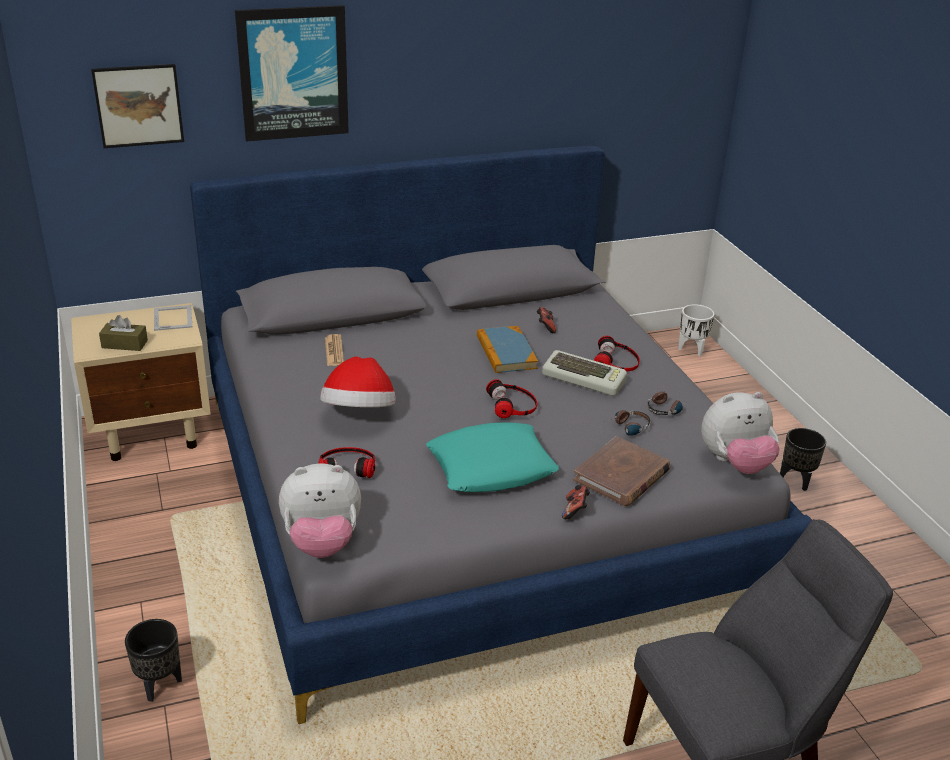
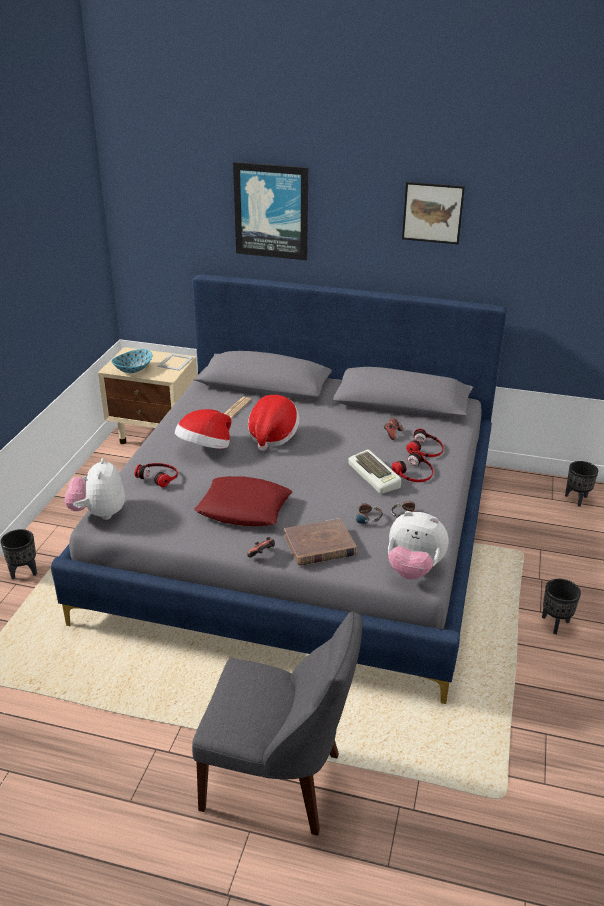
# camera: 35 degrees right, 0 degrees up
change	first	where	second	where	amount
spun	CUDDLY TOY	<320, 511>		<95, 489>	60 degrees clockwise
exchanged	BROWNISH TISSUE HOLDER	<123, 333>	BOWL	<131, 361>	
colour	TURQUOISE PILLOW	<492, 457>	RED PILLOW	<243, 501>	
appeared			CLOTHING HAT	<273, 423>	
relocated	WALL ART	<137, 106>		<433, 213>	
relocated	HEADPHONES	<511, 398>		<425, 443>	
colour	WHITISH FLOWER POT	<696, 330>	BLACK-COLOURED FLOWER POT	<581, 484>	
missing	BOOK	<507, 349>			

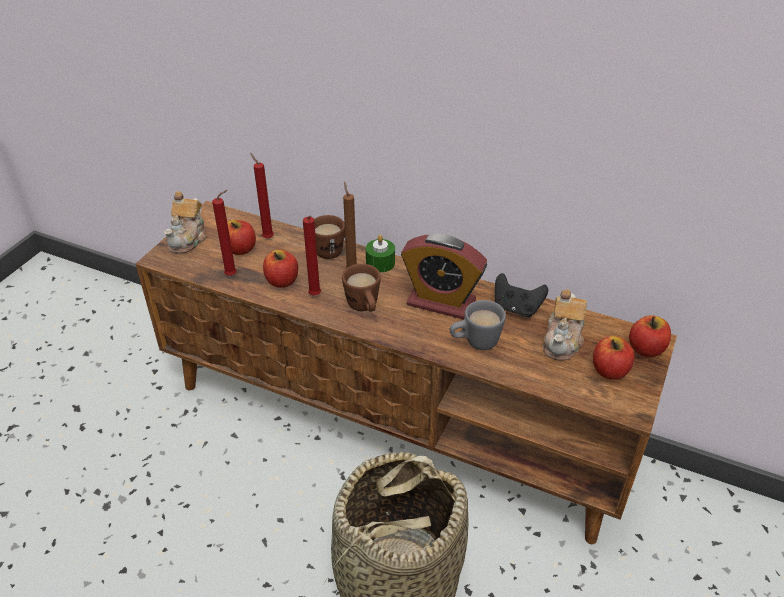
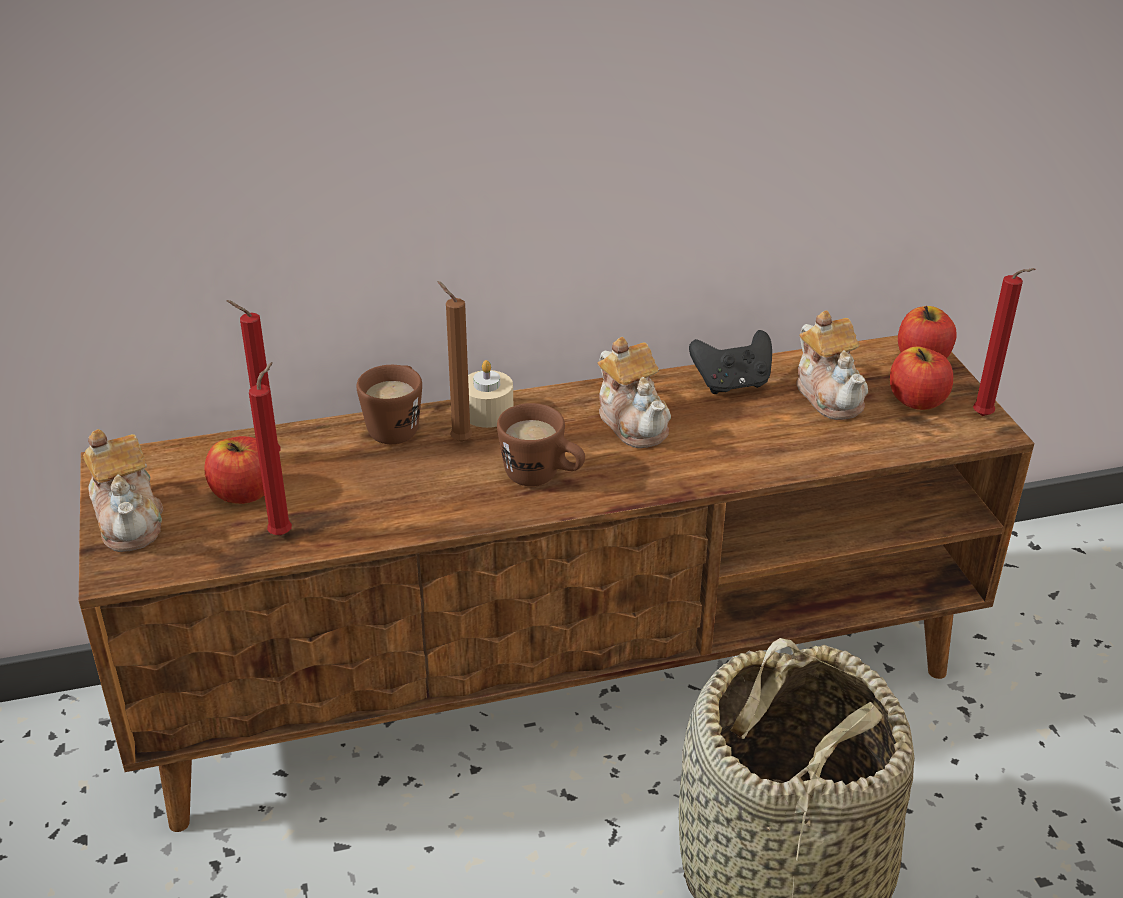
# camera: 40 degrees left, 5 degrees down
change	first	where	second	where	amount
colour	GREEN CANDLE	<380, 254>	BEIGE-COLOURED CANDLE	<490, 394>	
exchanged	TABLE CLOCK	<444, 276>	TEAPOT	<634, 392>	
relocated	RED CANDLE	<312, 255>		<1004, 342>	
missing	WHOLE APPLE	<280, 269>			
missing	GREYISH TEA MUG	<478, 325>			

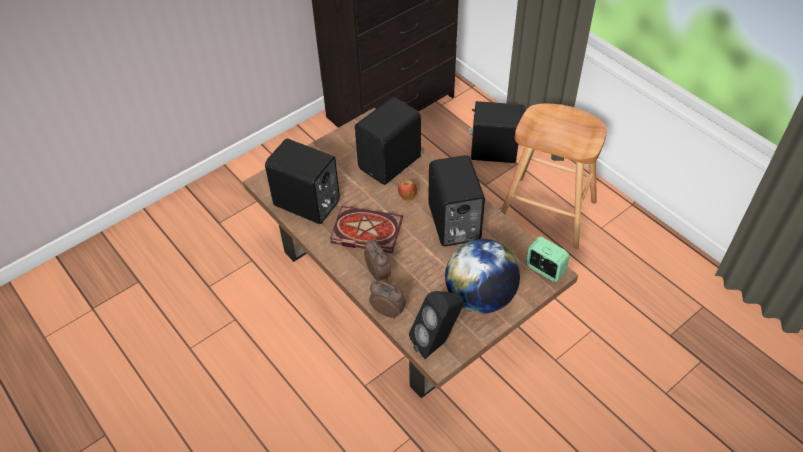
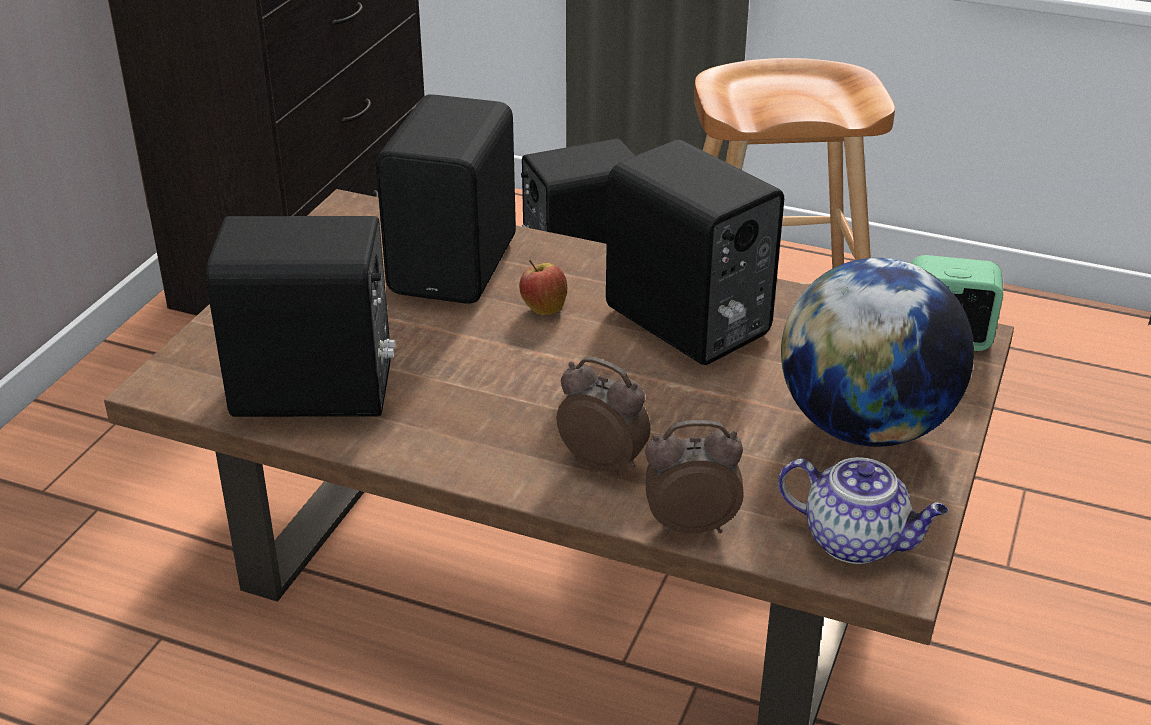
# camera: 30 degrees left, 15 degrees down
change	first	where	second	where	amount
exchanged	BLACK-COLOURED LOUDSPEAKER	<436, 325>	TEAPOT	<863, 510>	
missing	BOOK	<366, 229>			

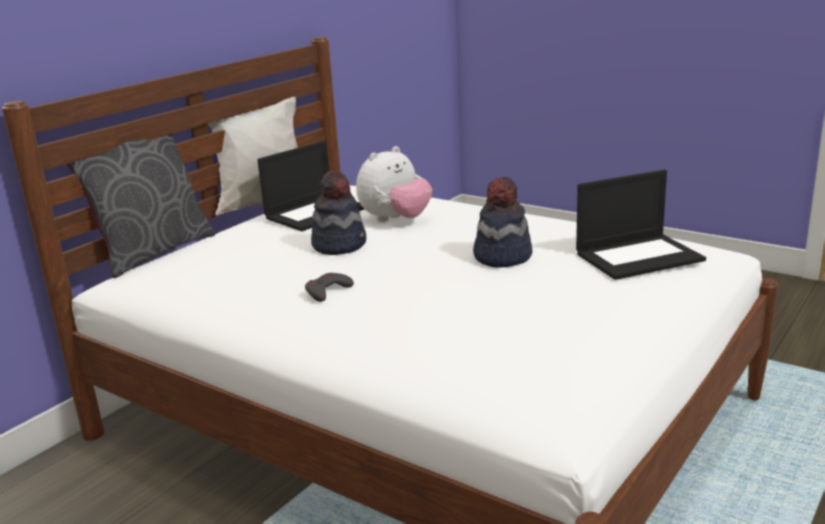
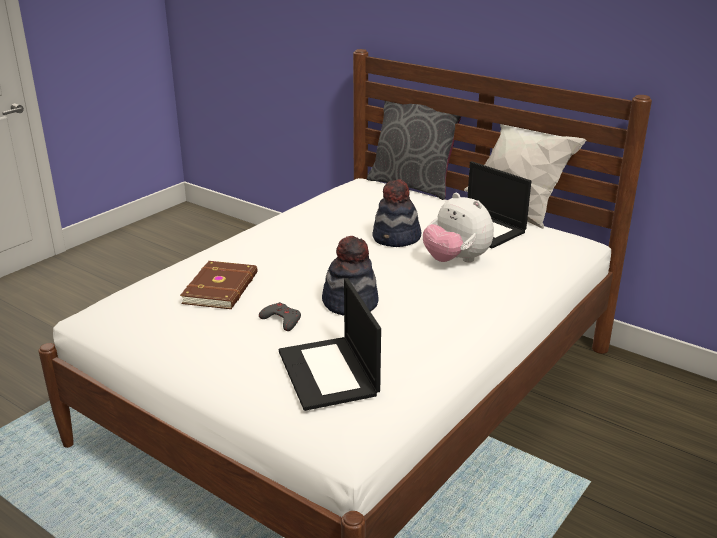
# camera: 90 degrees right, 5 degrees up
change	first	where	second	where	amount
appeared			BROWNISH BOOK	<219, 285>	
relocated	GREYISH GAMEPAD	<329, 287>		<280, 316>	

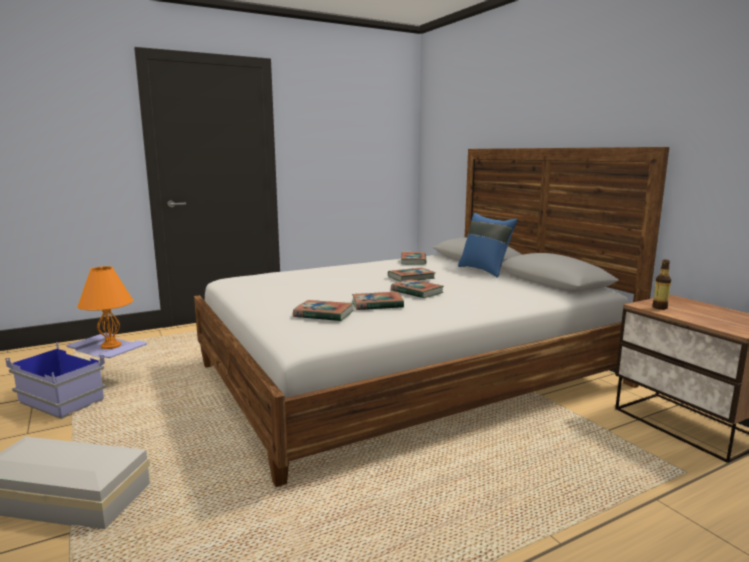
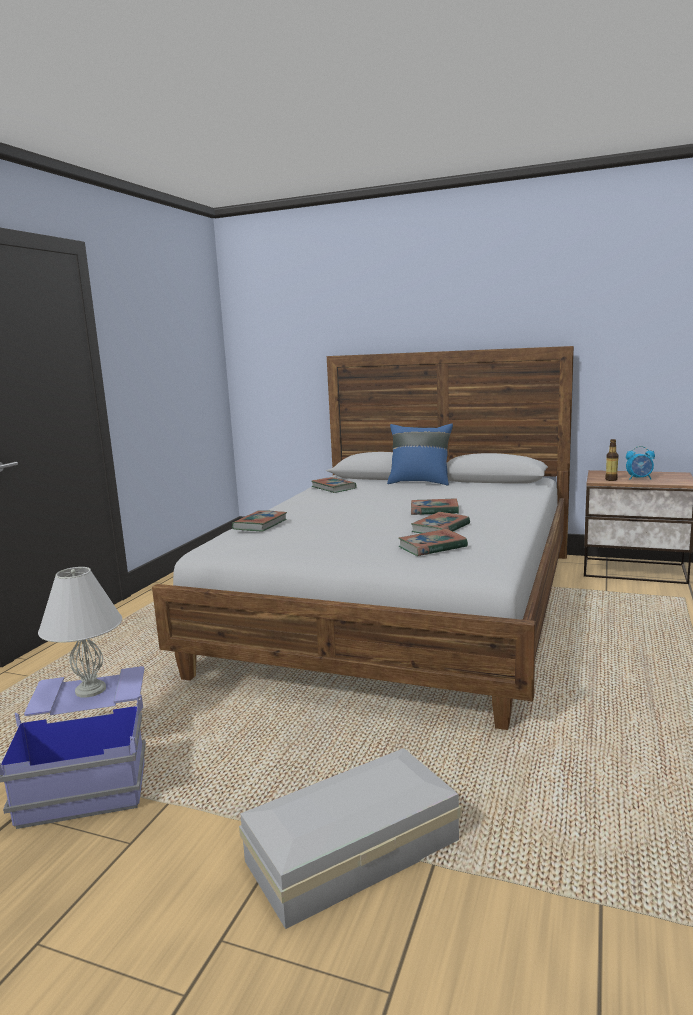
# camera: 40 degrees left, 0 degrees up
change	first	where	second	where	amount
colour	ORANGEY TABLE LAMP	<105, 307>	WHITISH TABLE LAMP	<80, 632>	
relocated	BOOK	<411, 275>		<259, 520>	
appeared			TABLE CLOCK	<640, 463>	

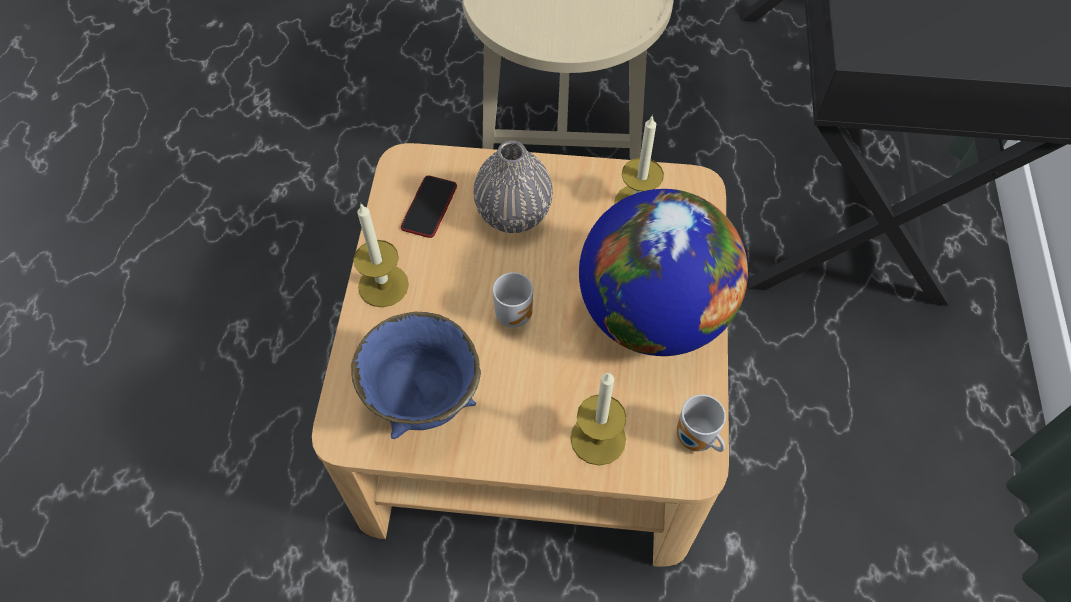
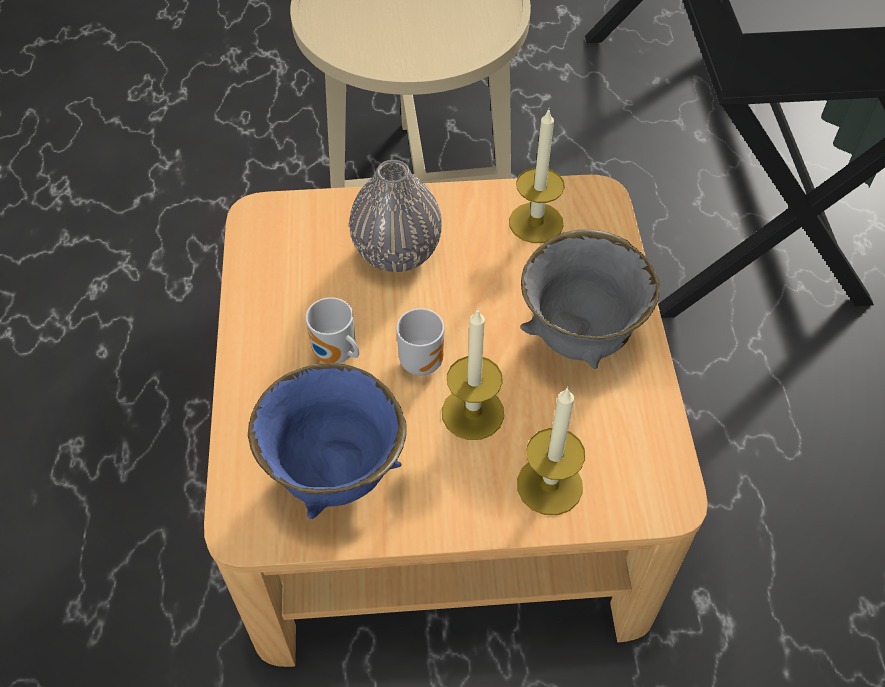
# camera: 10 degrees left, 5 degrees down
change	first	where	second	where	amount
relocated	TEA MUG	<701, 423>		<332, 330>	
relocated	CANDLE	<381, 255>		<473, 374>	
exchanged	DESK GLOBE	<663, 272>	GREYISH BOWL	<590, 299>	
missing	HANDSET	<429, 207>			

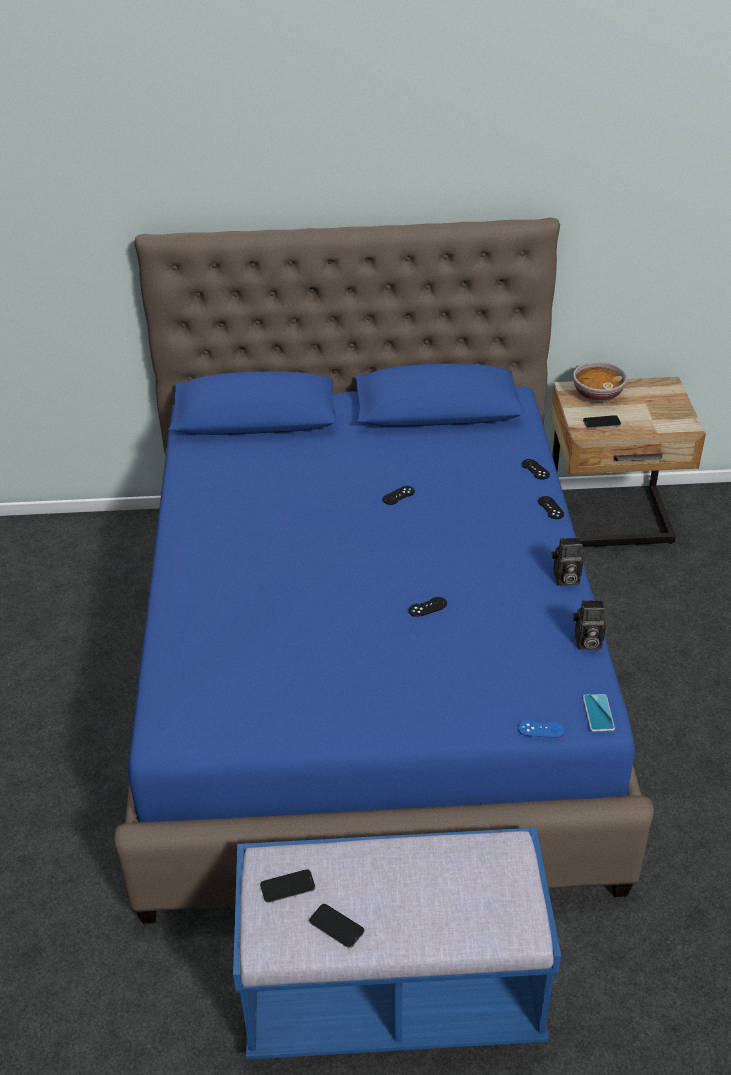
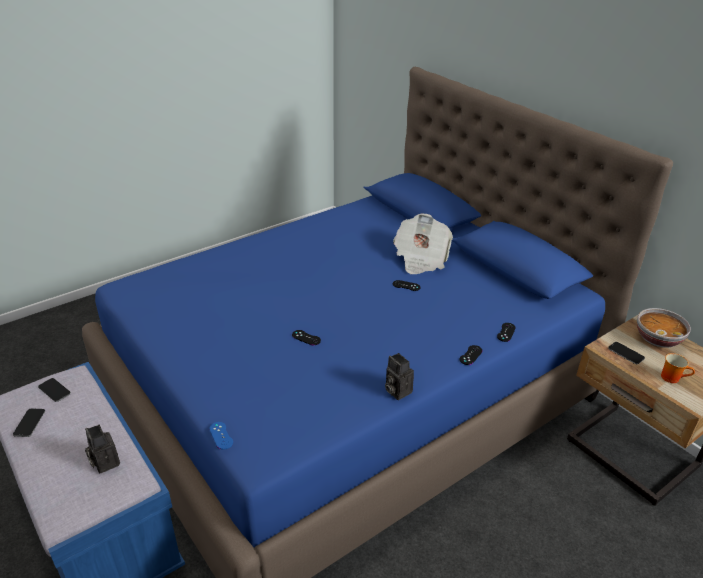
# camera: 55 degrees right, 5 degrees down
change	first	where	second	where	amount
relocated	PHOTO CAMERA	<589, 625>		<102, 449>	
appeared			NEWSPAPER	<423, 243>	
appeared			TEA MUG	<678, 368>	
missing	HANDSET	<599, 713>			

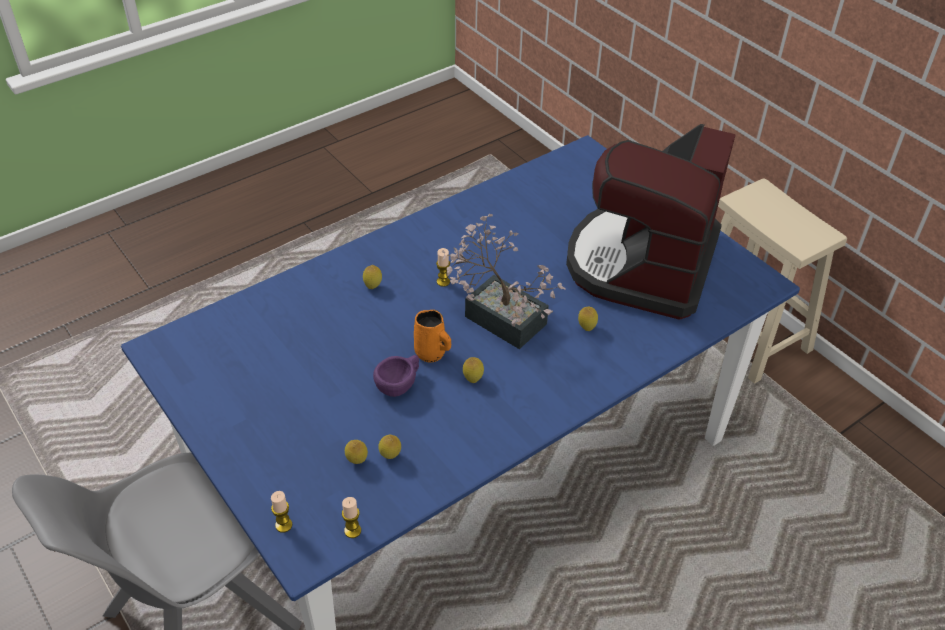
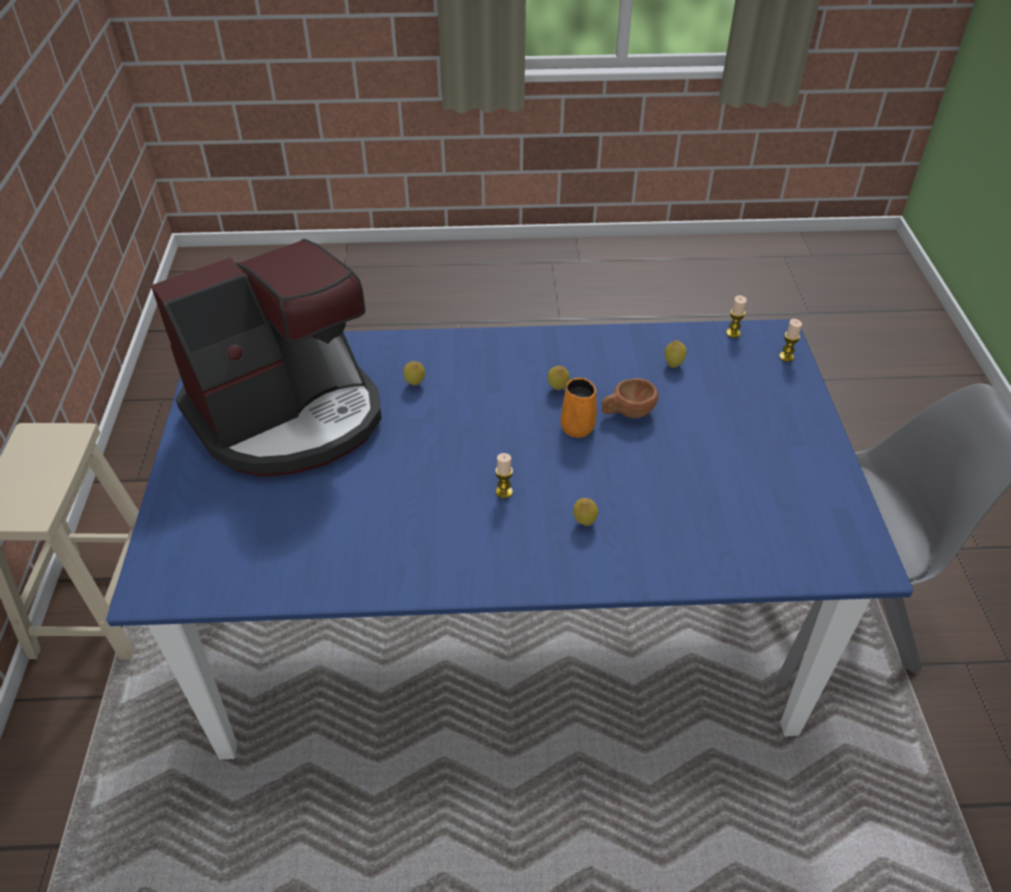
# camera: 145 degrees left, 0 degrees up
change	first	where	second	where	amount
colour	PURPLISH CUP	<396, 376>	BROWNISH CUP	<629, 398>	
missing	LEMON	<356, 452>			
missing	PLANT IN A POT	<504, 281>			

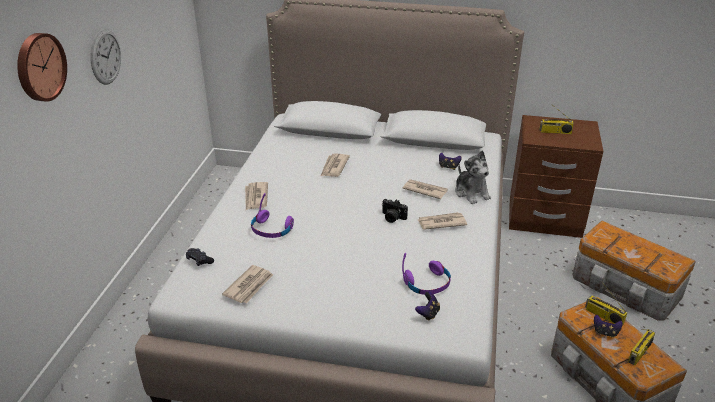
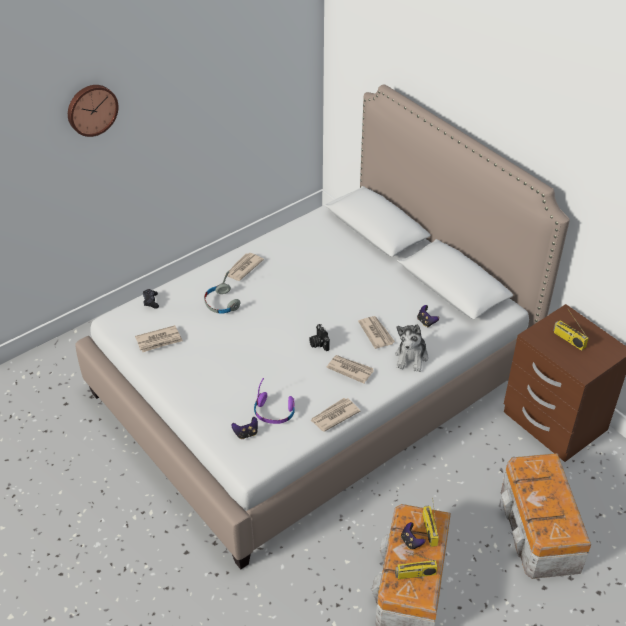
# camera: 40 degrees right, 10 degrees up
change	first	where	second	where	amount
colour	PURPLISH HEADPHONES	<272, 215>	GREYISH HEADPHONES	<222, 292>	
relocated	NEWSPAPER	<335, 165>		<335, 415>	
missing	CLOCK ON THE WALL	<105, 57>			

